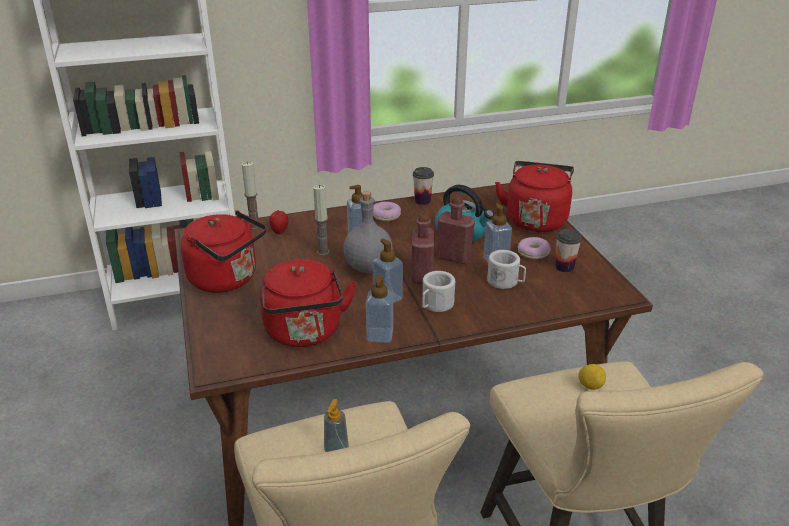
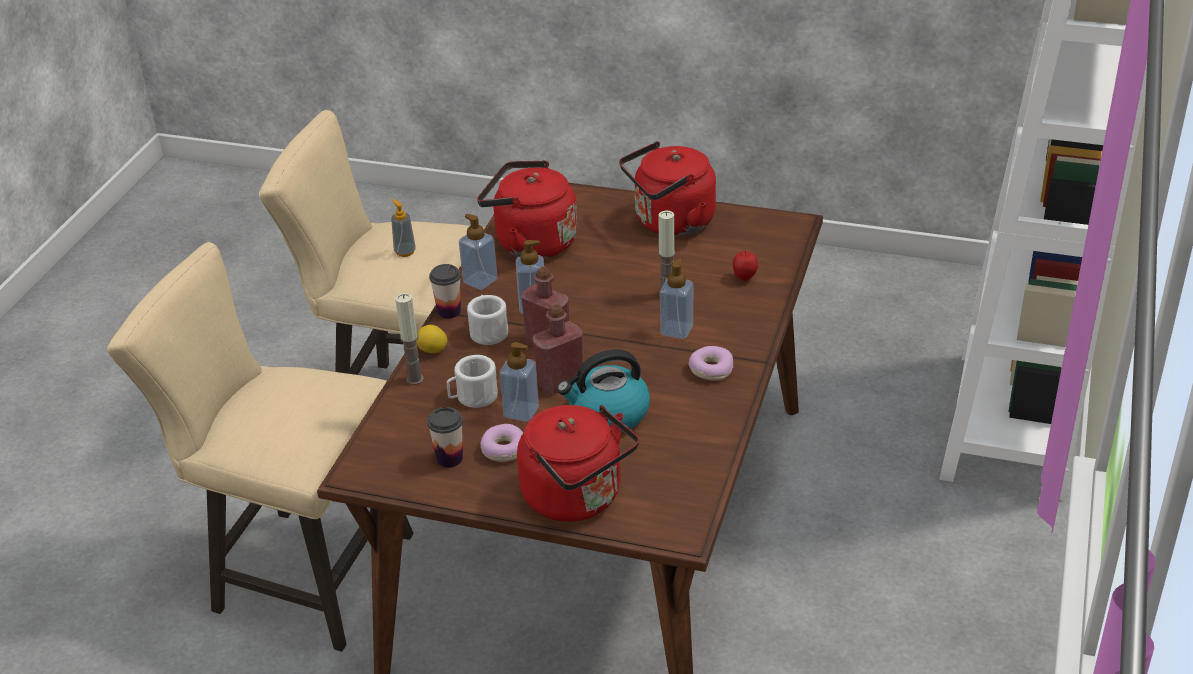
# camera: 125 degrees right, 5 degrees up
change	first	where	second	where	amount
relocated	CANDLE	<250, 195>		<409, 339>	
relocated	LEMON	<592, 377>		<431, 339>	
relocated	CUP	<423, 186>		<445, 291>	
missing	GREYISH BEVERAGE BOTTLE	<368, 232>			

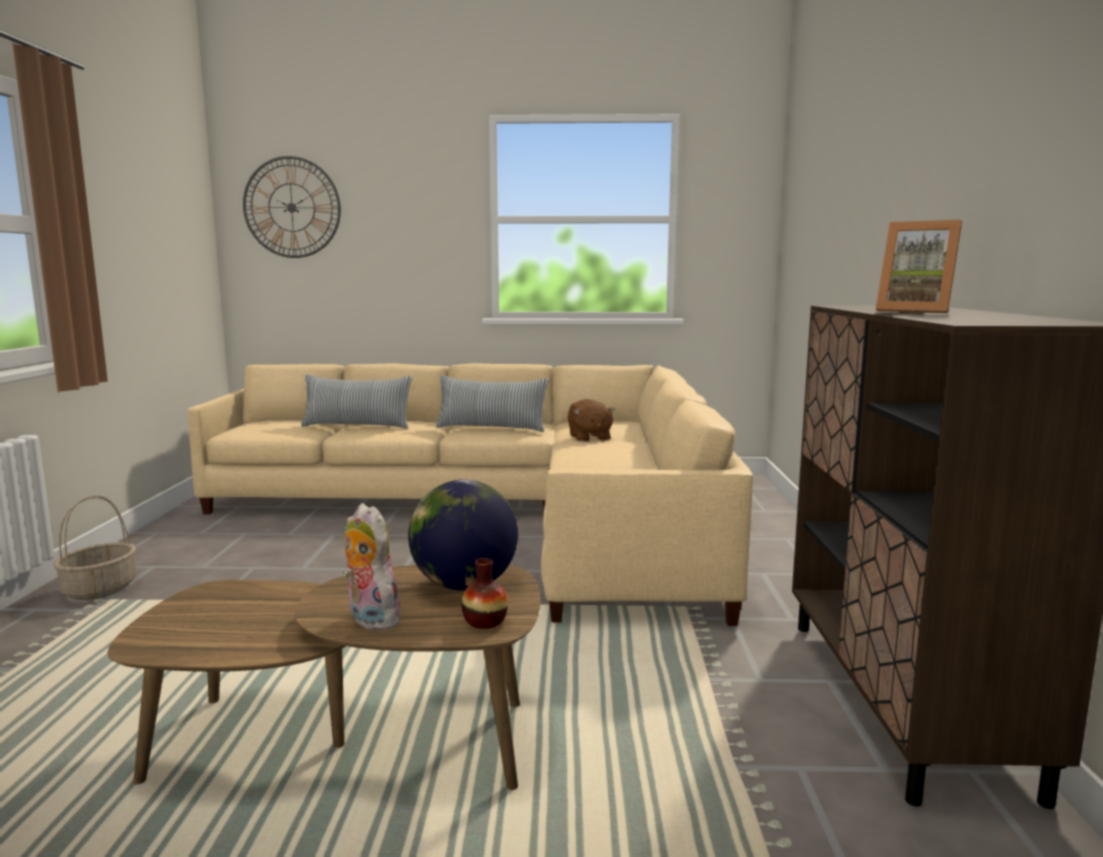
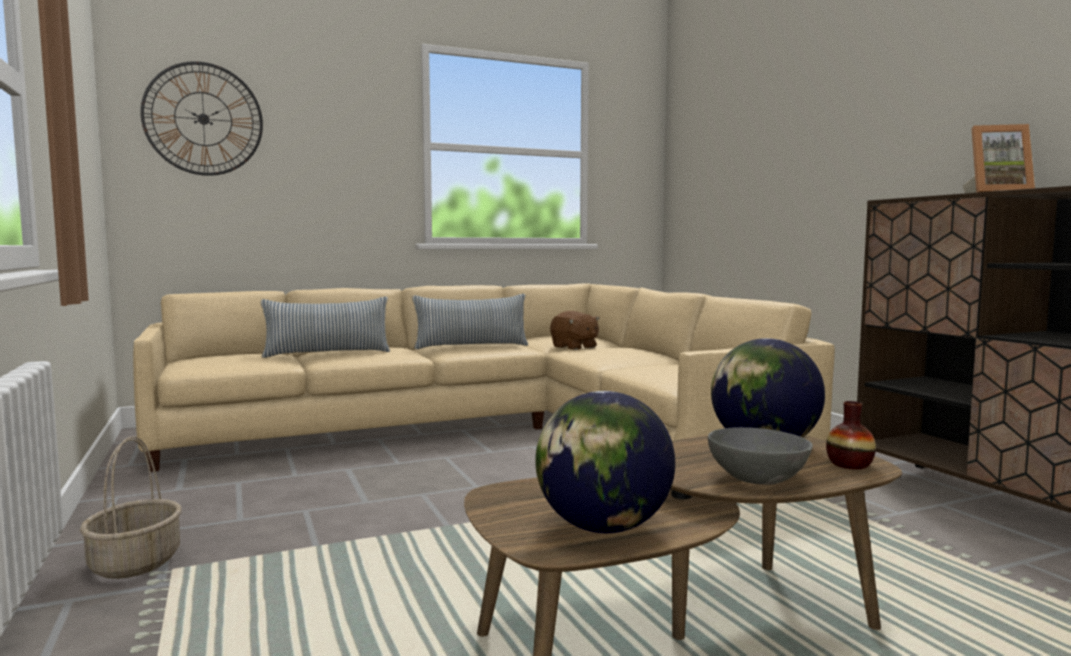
# camera: 25 degrees left, 5 degrees down
change	first	where	second	where	amount
appeared			DESK GLOBE	<605, 462>	
exchanged	CUDDLY TOY	<371, 567>	GREYISH BOWL	<760, 456>	

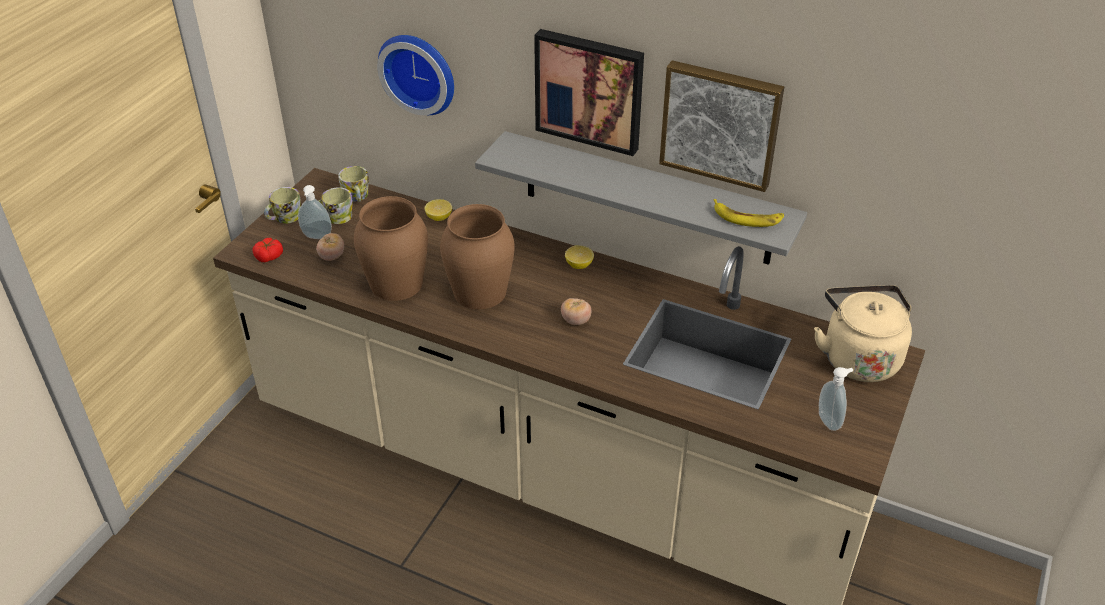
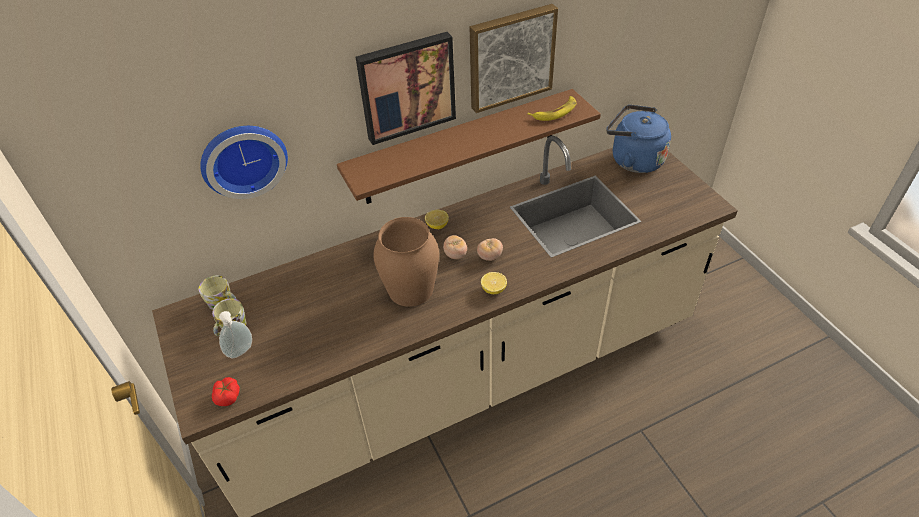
# camera: 50 degrees left, 5 degrees up
change	first	where	second	where	amount
colour	GREYISH SHELF	<641, 198>	BROWNISH SHELF	<469, 146>	
relocated	FRESH TOMATO	<330, 247>		<455, 247>	
relocated	LEMON	<438, 210>		<494, 283>	
colour	BEIGE-COLOURED TEA KETTLE	<863, 333>	BLUISH TEA KETTLE	<638, 139>	
missing	TEA MUG	<282, 205>			
missing	BROWNISH VASE	<391, 248>			
missing	SOAP DISPENSER	<836, 399>			

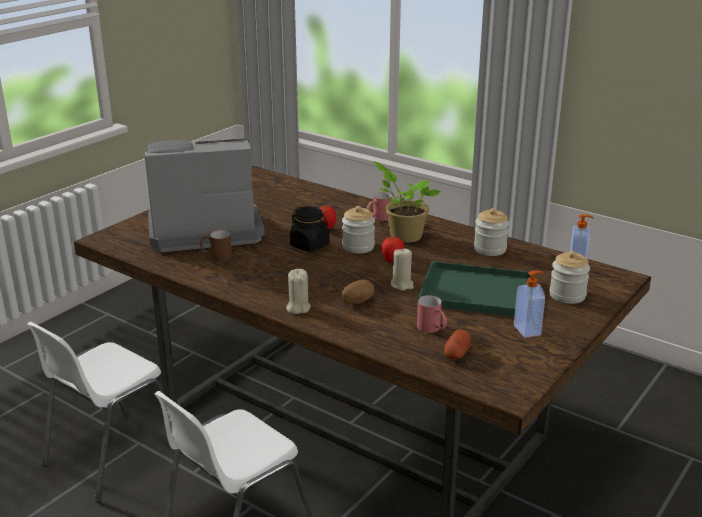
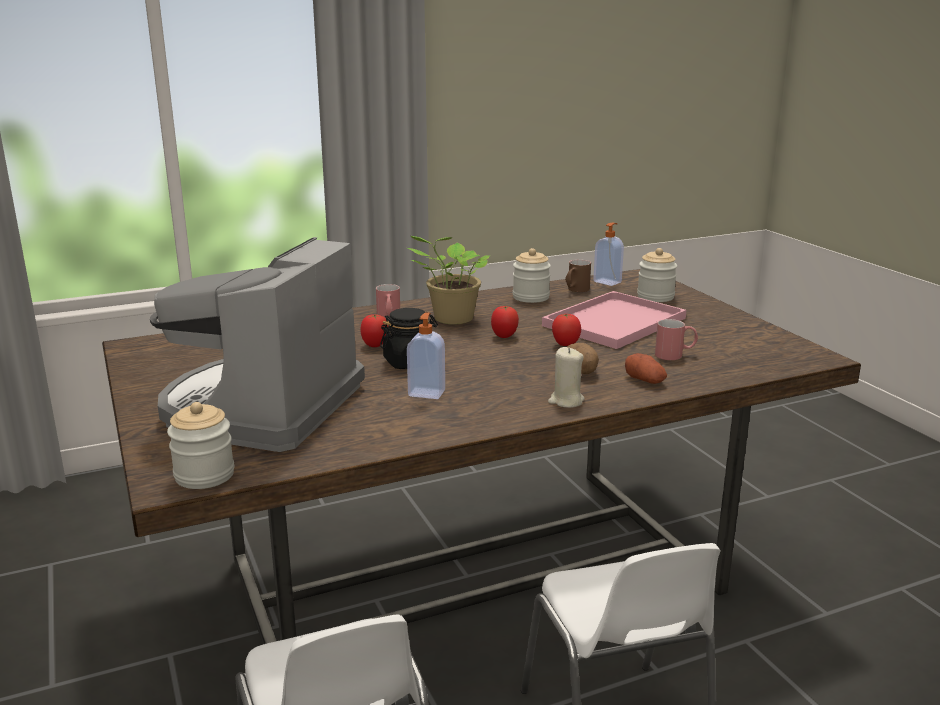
# camera: 60 degrees left, 5 degrees down
change	first	where	second	where	amount
relocated	STORAGE JAR	<358, 230>		<200, 445>	
relocated	SOAP DISPENSER	<529, 304>		<426, 355>	
colour	GREEN SERVING TRAY	<474, 289>	PINK SERVING TRAY	<614, 320>	
exchanged	BEIGE-COLOURED CANDLE	<402, 269>	FRESH TOMATO	<566, 330>	
relocated	BROWNISH TEA MUG	<216, 246>		<578, 275>	
relocated	POTATO	<457, 344>		<646, 368>	

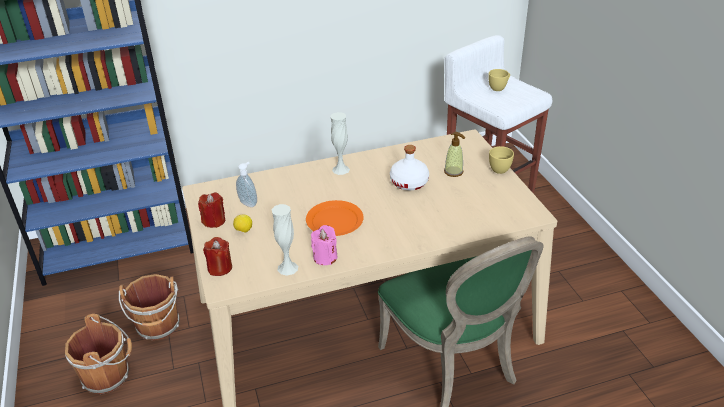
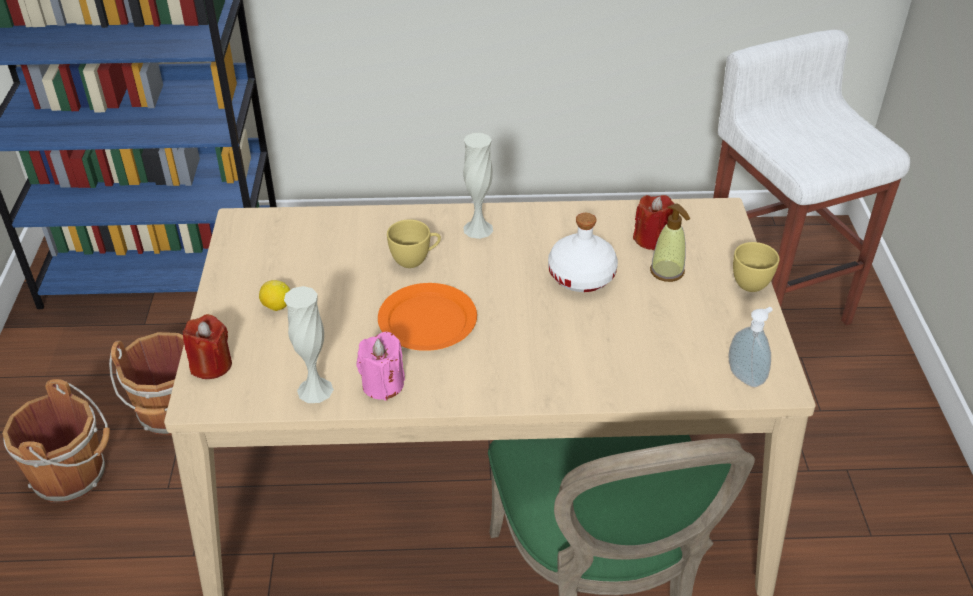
# camera: 15 degrees right, 5 degrees up
change	first	where	second	where	amount
relocated	YELLOW-COLOURED CUP	<499, 80>		<414, 243>	
relocated	RED CANDLE	<211, 210>		<653, 222>	
relocated	SOAP DISPENSER	<246, 184>		<751, 347>	

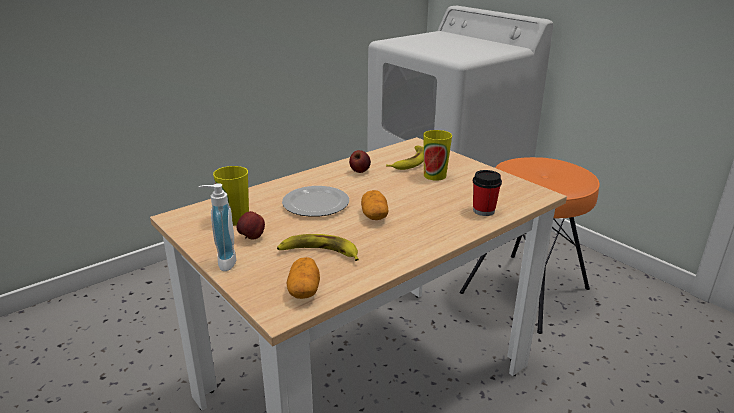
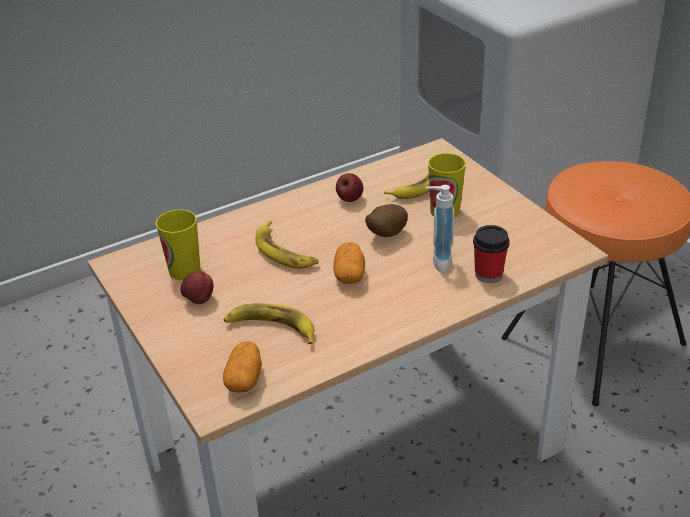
# camera: 10 degrees right, 10 degrees up
change	first	where	second	where	amount
exchanged	DINNER PLATE	<315, 201>	BANANA FRUIT	<287, 245>	
appeared			POTATO	<386, 220>	
relocated	SOAP DISPENSER	<217, 227>		<439, 229>	

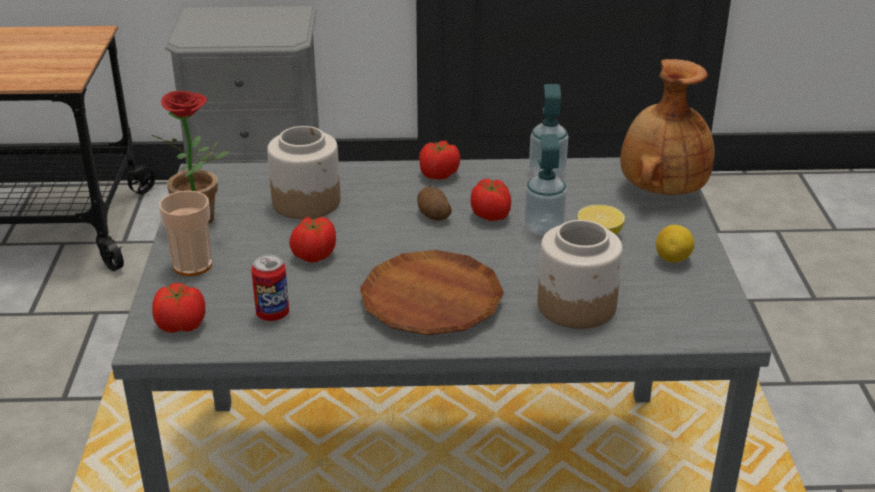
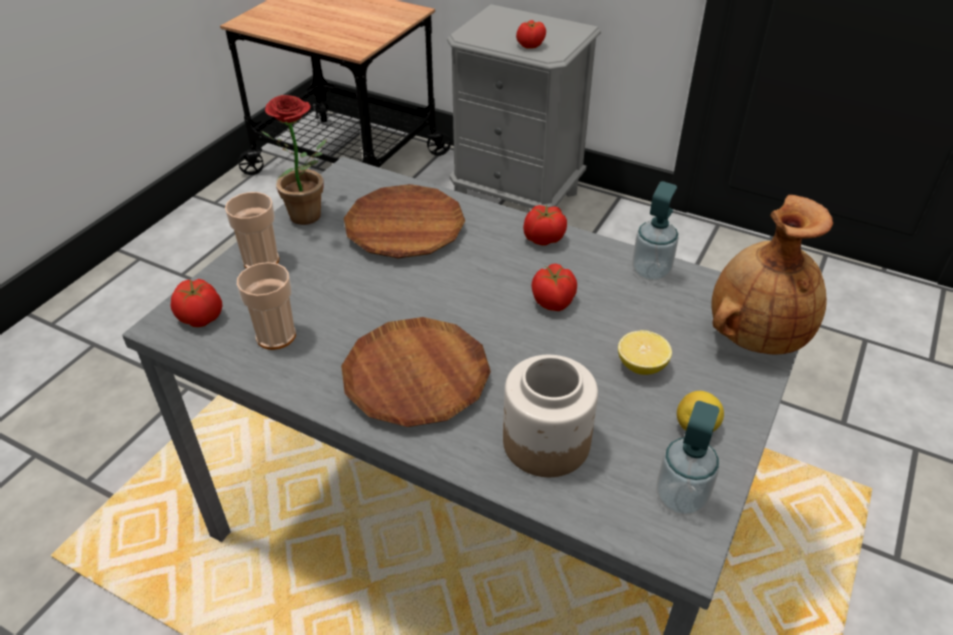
# camera: 30 degrees right, 10 degrees up
change	first	where	second	where	amount
exchanged	CAN	<270, 288>	CUP	<266, 306>	
exchanged	STORAGE JAR	<303, 172>	BROWNISH DINNER PLATE	<404, 221>	
relocated	FRESH TOMATO	<312, 240>		<531, 34>	
relocated	SOAP DISPENSER	<545, 185>		<687, 458>	
missing	POTATO	<434, 204>			

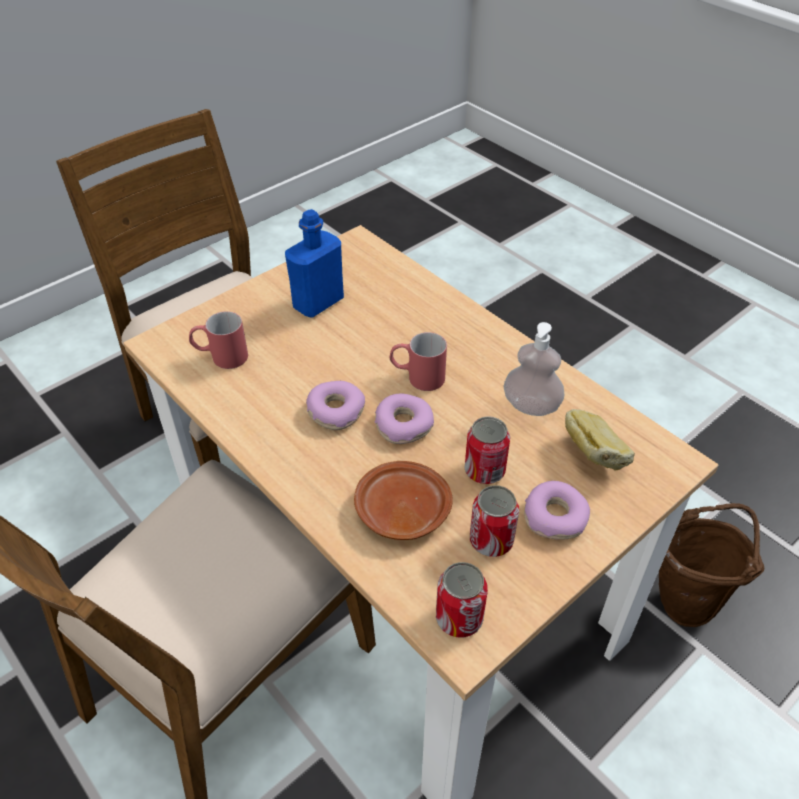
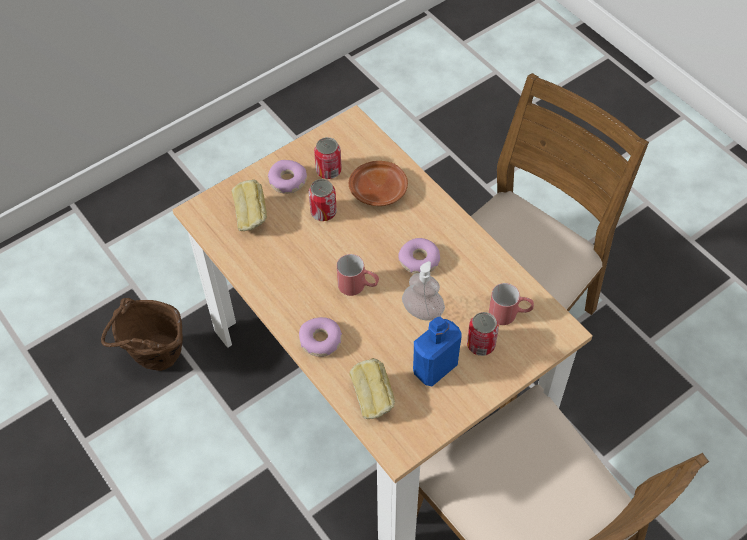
# camera: 175 degrees left, 10 degrees up
change	first	where	second	where	amount
relocated	DONUT	<404, 418>		<320, 337>	
appeared			BAKED BREAD	<372, 388>	
relocated	SOAP DISPENSER	<533, 369>		<423, 291>	
relocated	CAN	<462, 600>		<483, 334>	

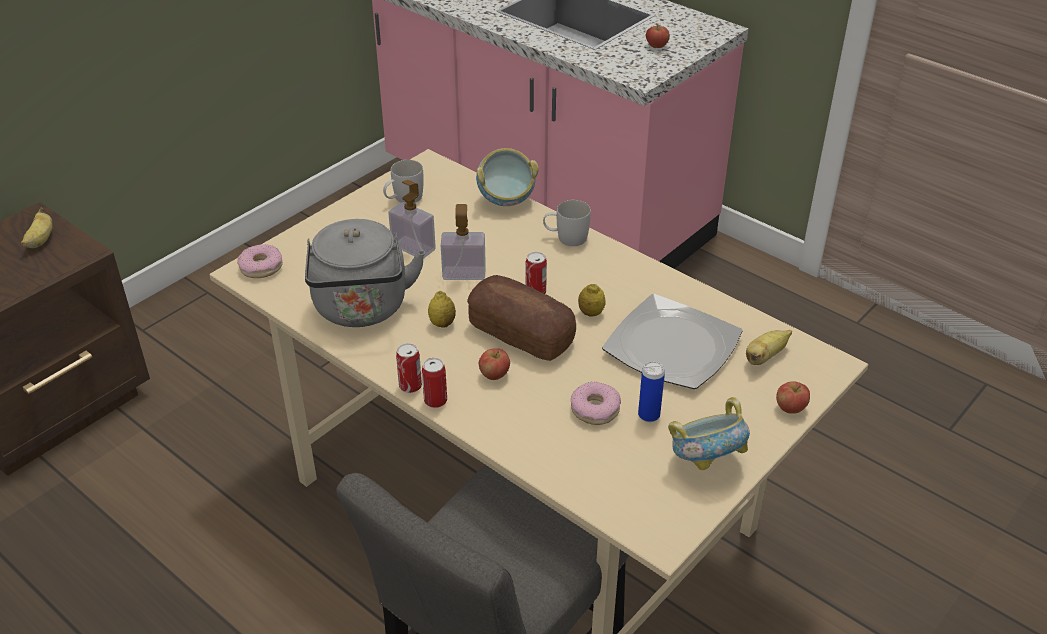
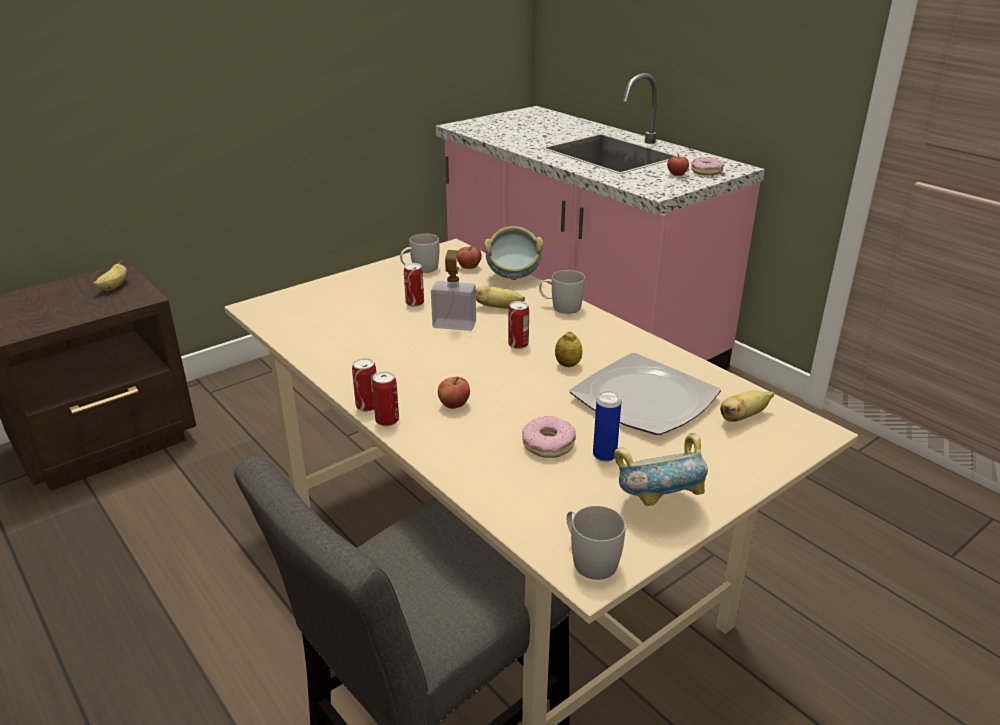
# camera: 10 degrees right, 10 degrees down
change	first	where	second	where	amount
exchanged	SOAP DISPENSER	<412, 219>	CAN	<414, 285>	
relocated	WHOLE APPLE	<793, 397>		<469, 257>	
appeared			BANANA FRUIT	<500, 297>	
appeared			WHITISH TEA MUG	<596, 543>	
relocated	DONUT	<260, 261>		<707, 166>	
missing	GREYISH TEA KETTLE	<365, 273>			
missing	LEMON	<442, 309>			
missing	BAKED BREAD	<521, 318>			

